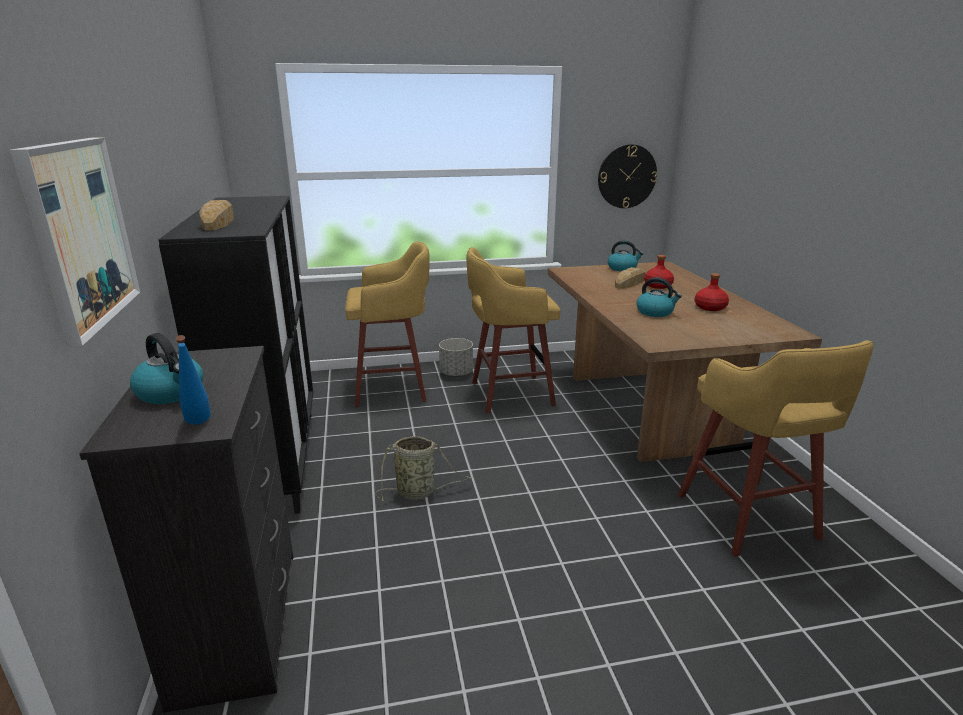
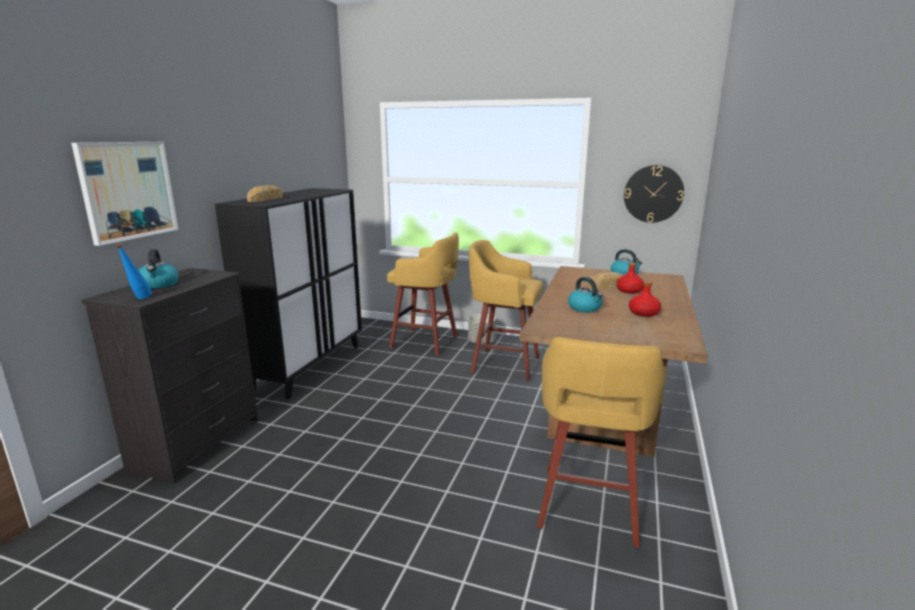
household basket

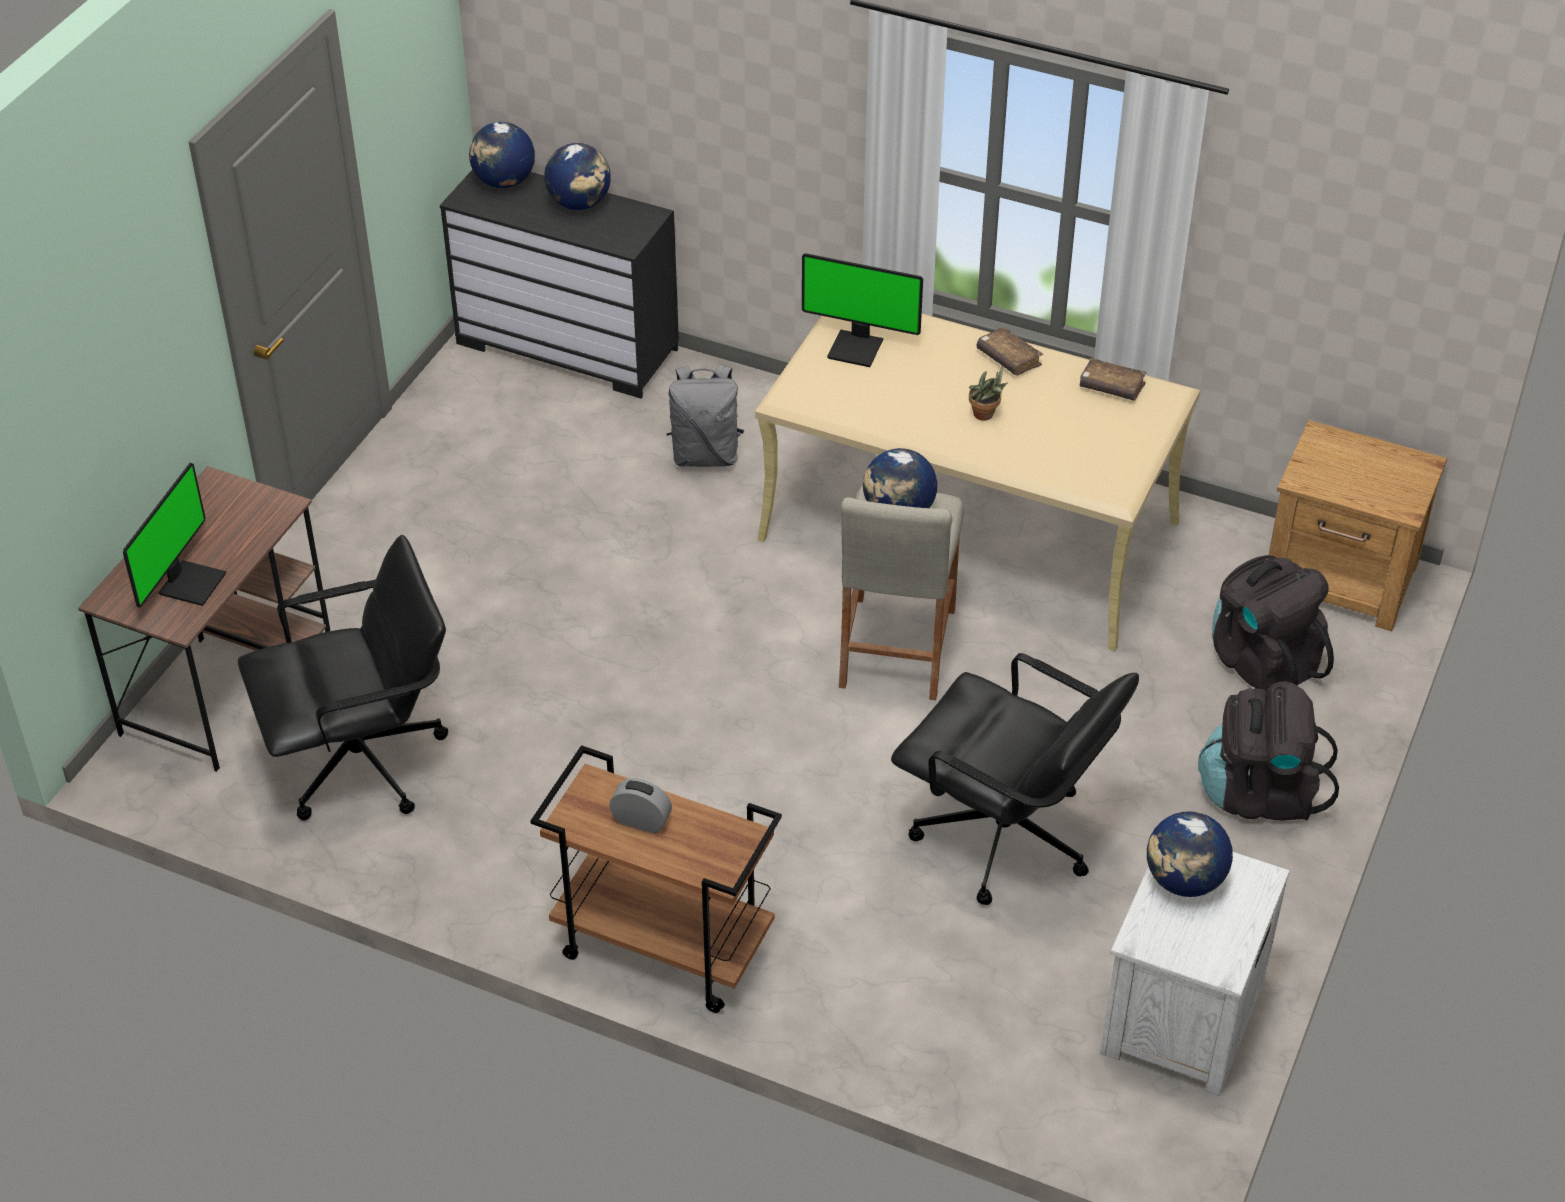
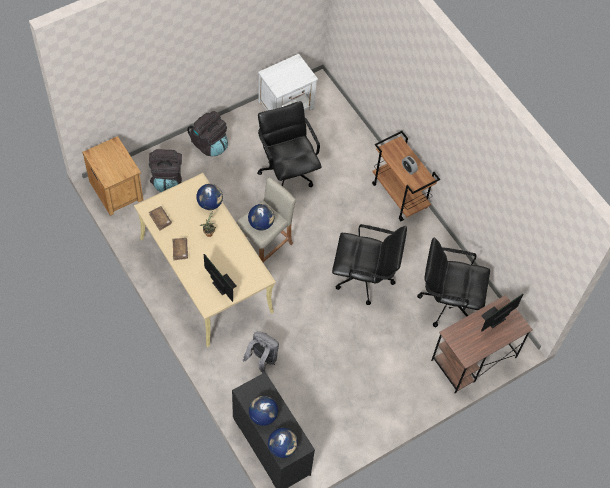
globe (no. 1 from left); office chair (black-coloured) (no. 2 from left)

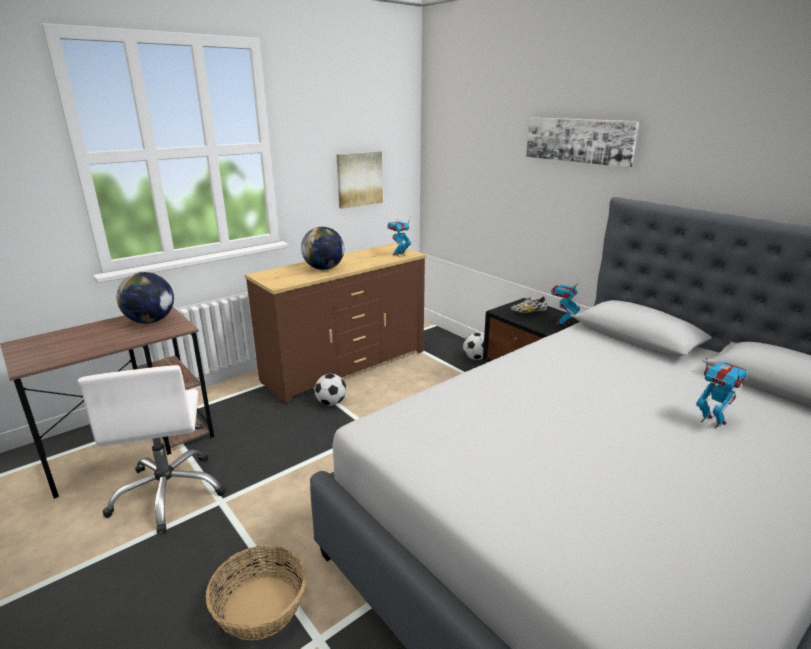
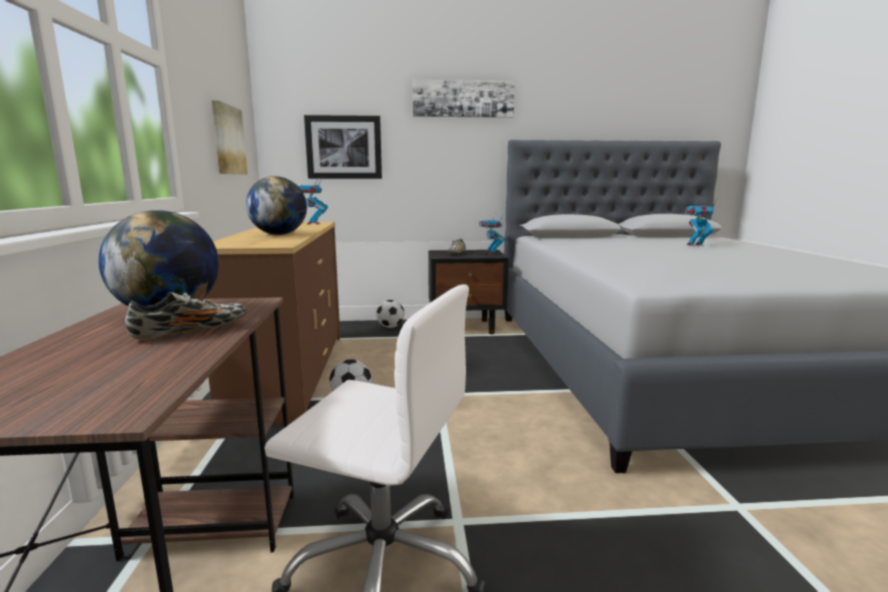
household basket; wall picture (no. 2 from left); shoe (no. 1 from left)

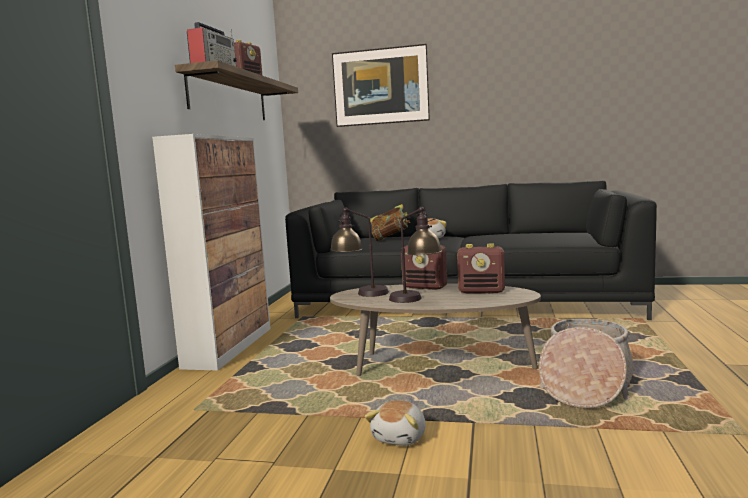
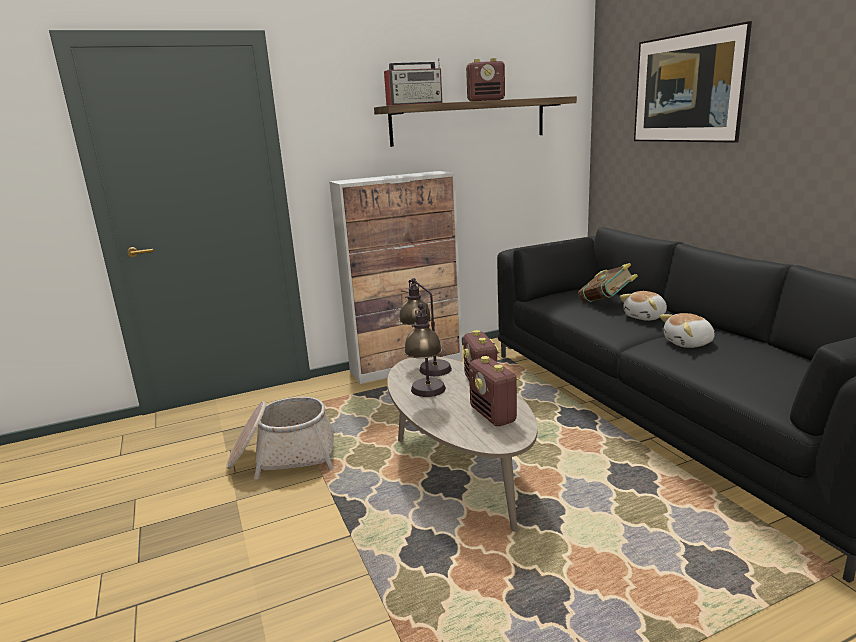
household basket; cuddly toy (no. 2 from left)

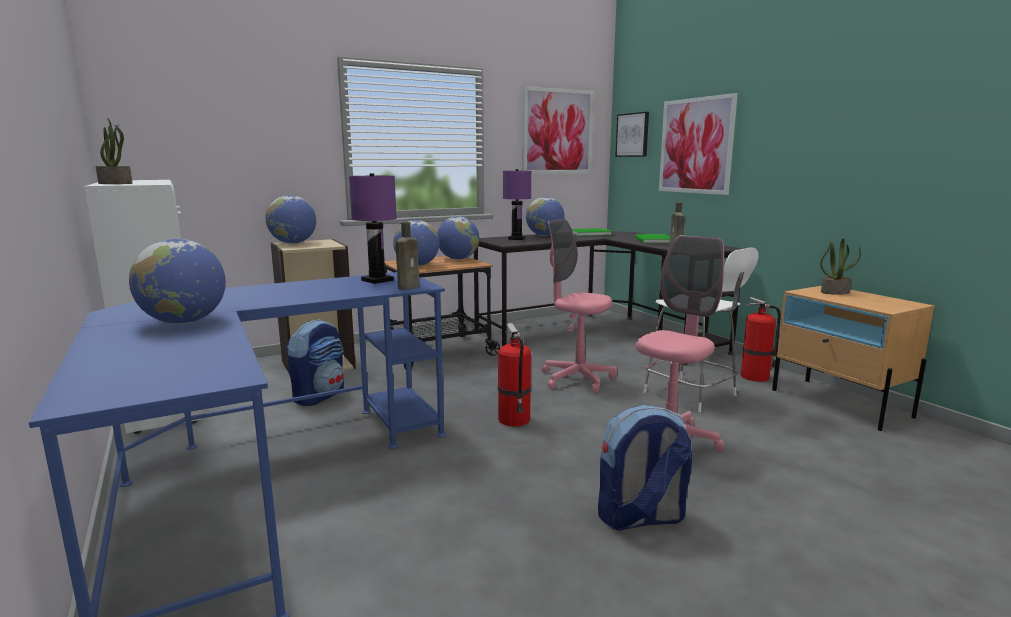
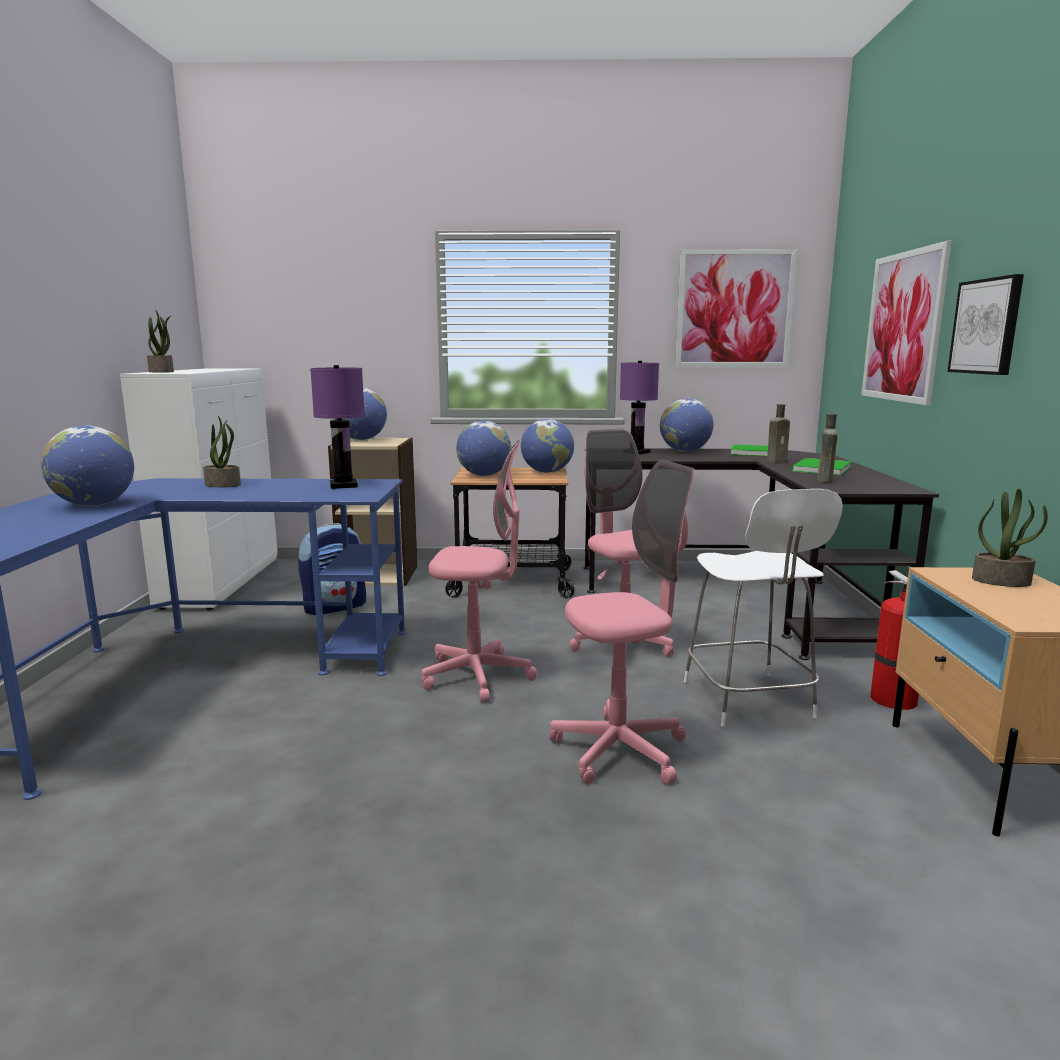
wall picture (no. 3 from left); drink bottle (brown) (no. 1 from left); office chair (pink) (no. 1 from left); backpack (no. 2 from left in the first image); plant in a pot (no. 2 from left)

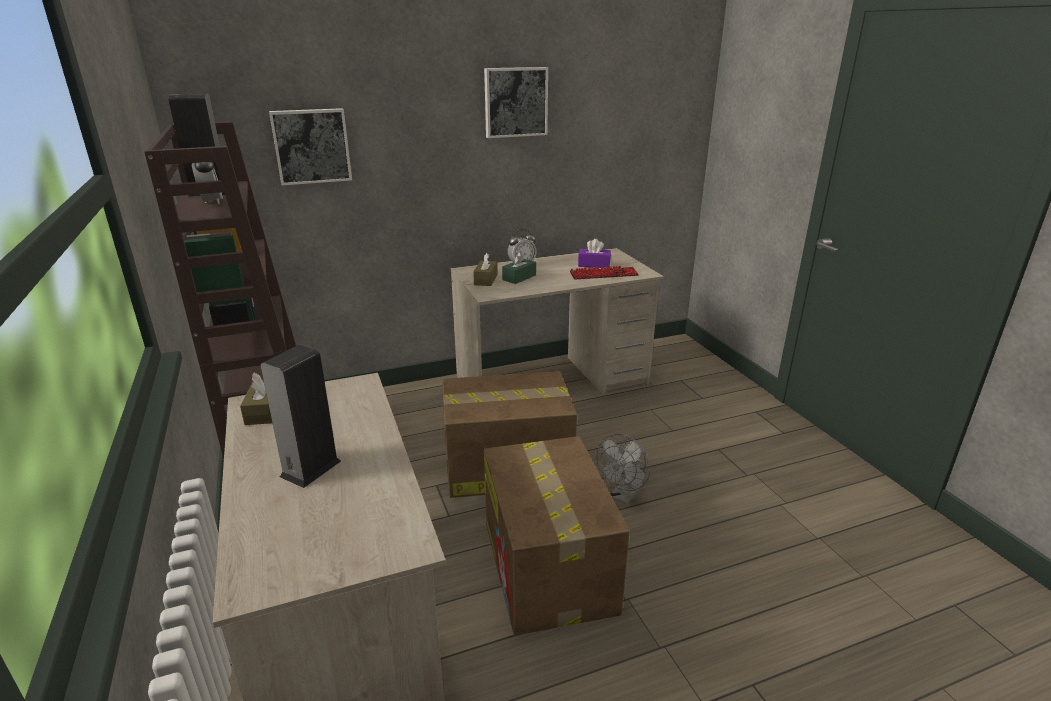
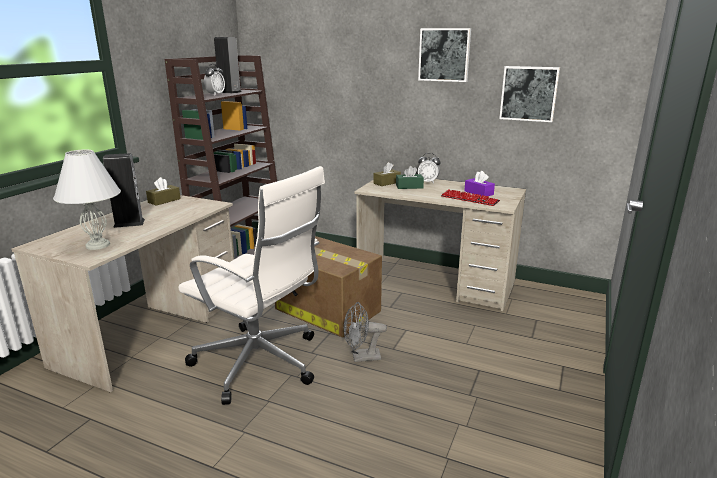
wall picture (no. 2 from left); office chair (whitish); tabletop lamp (whitish)

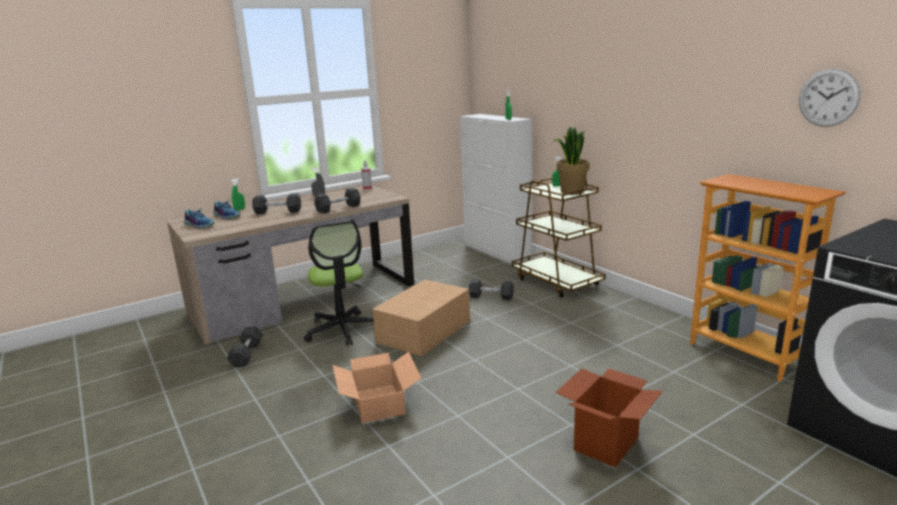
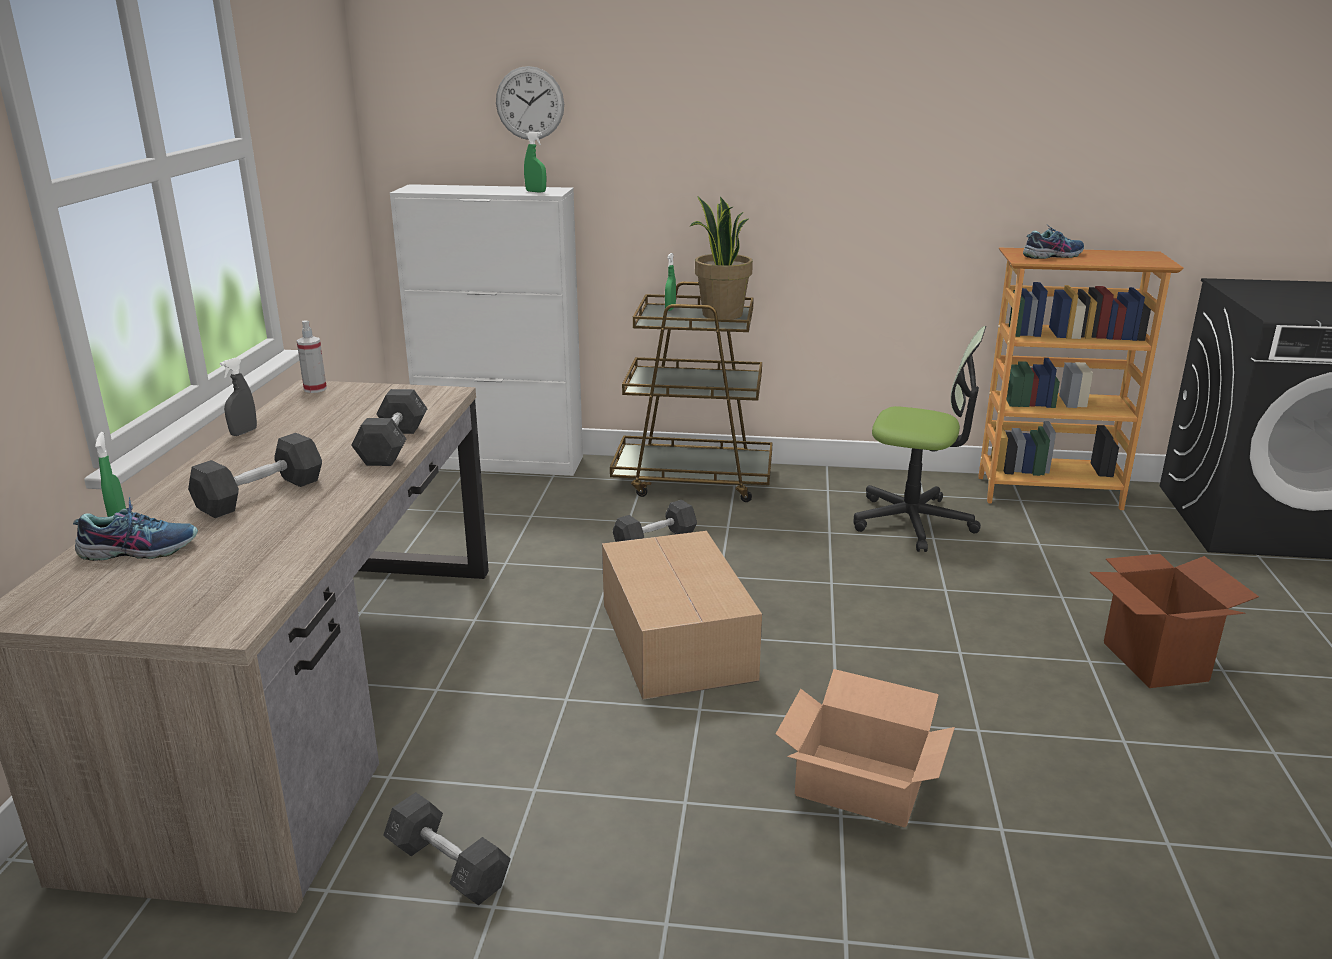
wall clock; shoe (no. 2 from left); office chair

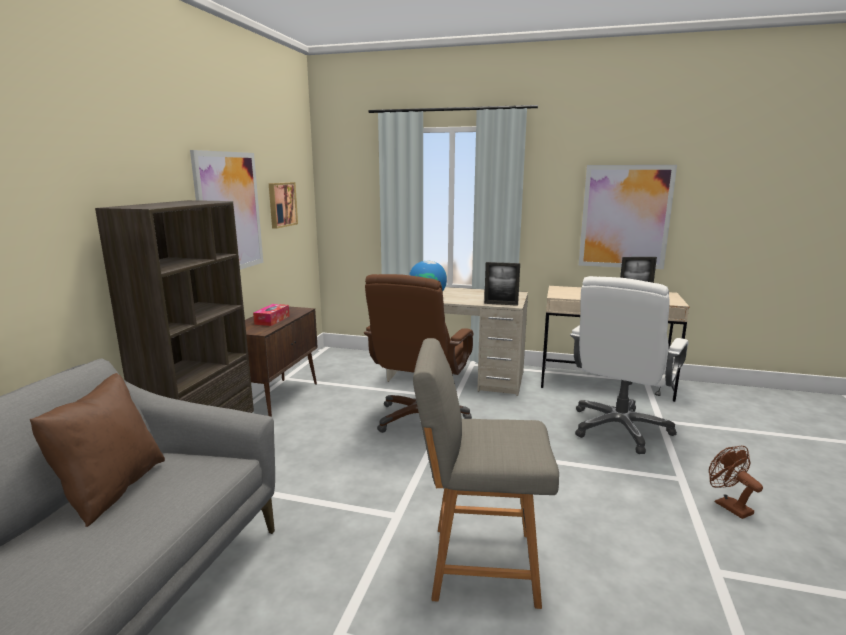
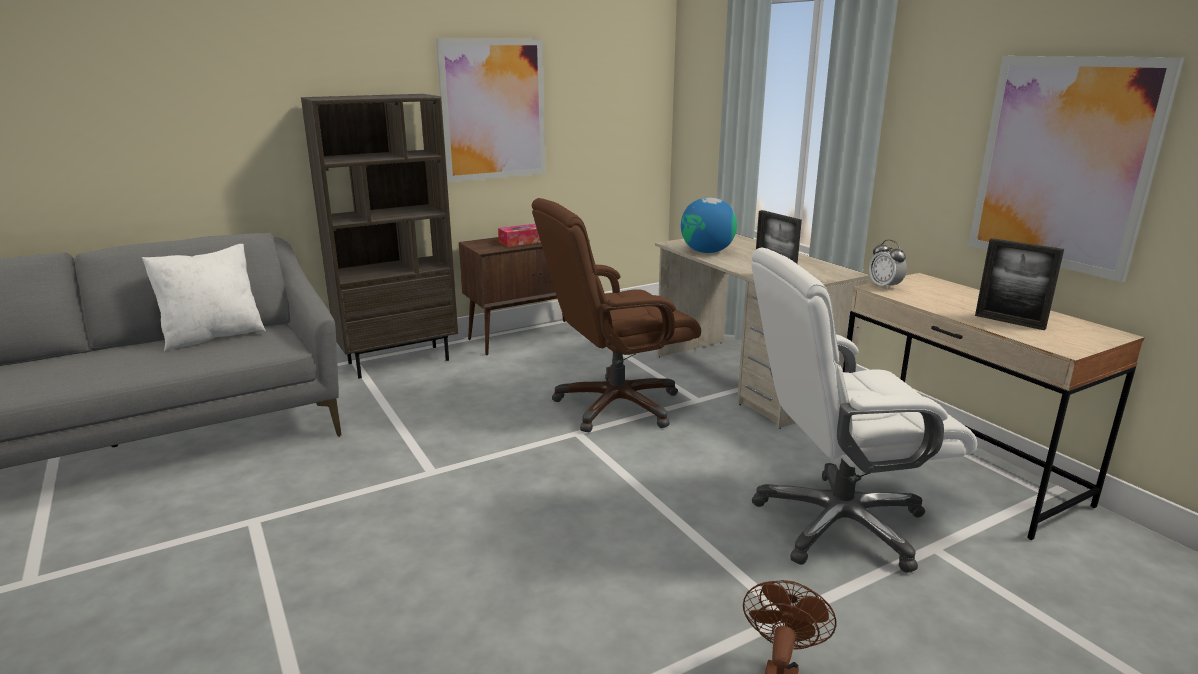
wall picture (no. 2 from left in the first image); plain chair (grey); cushion (whitish); alarm clock

